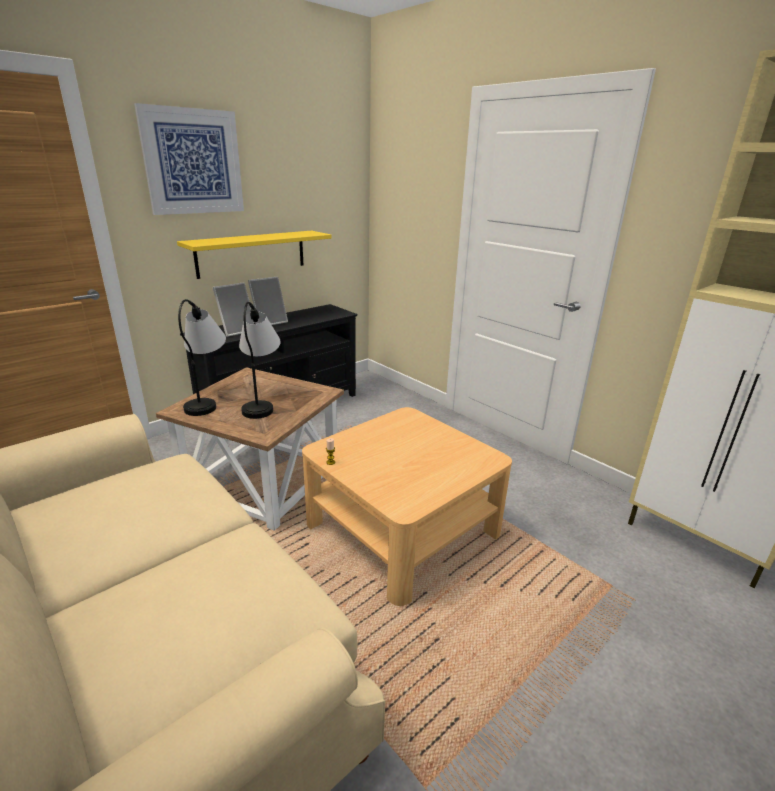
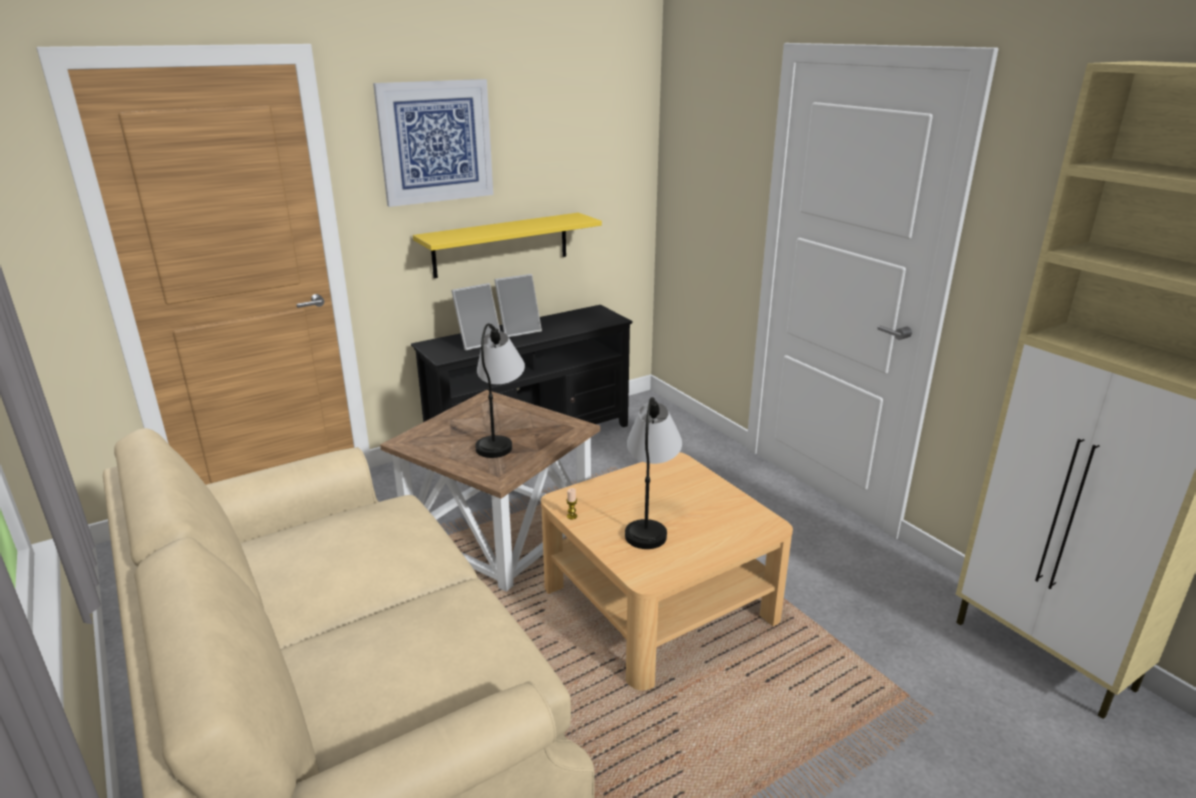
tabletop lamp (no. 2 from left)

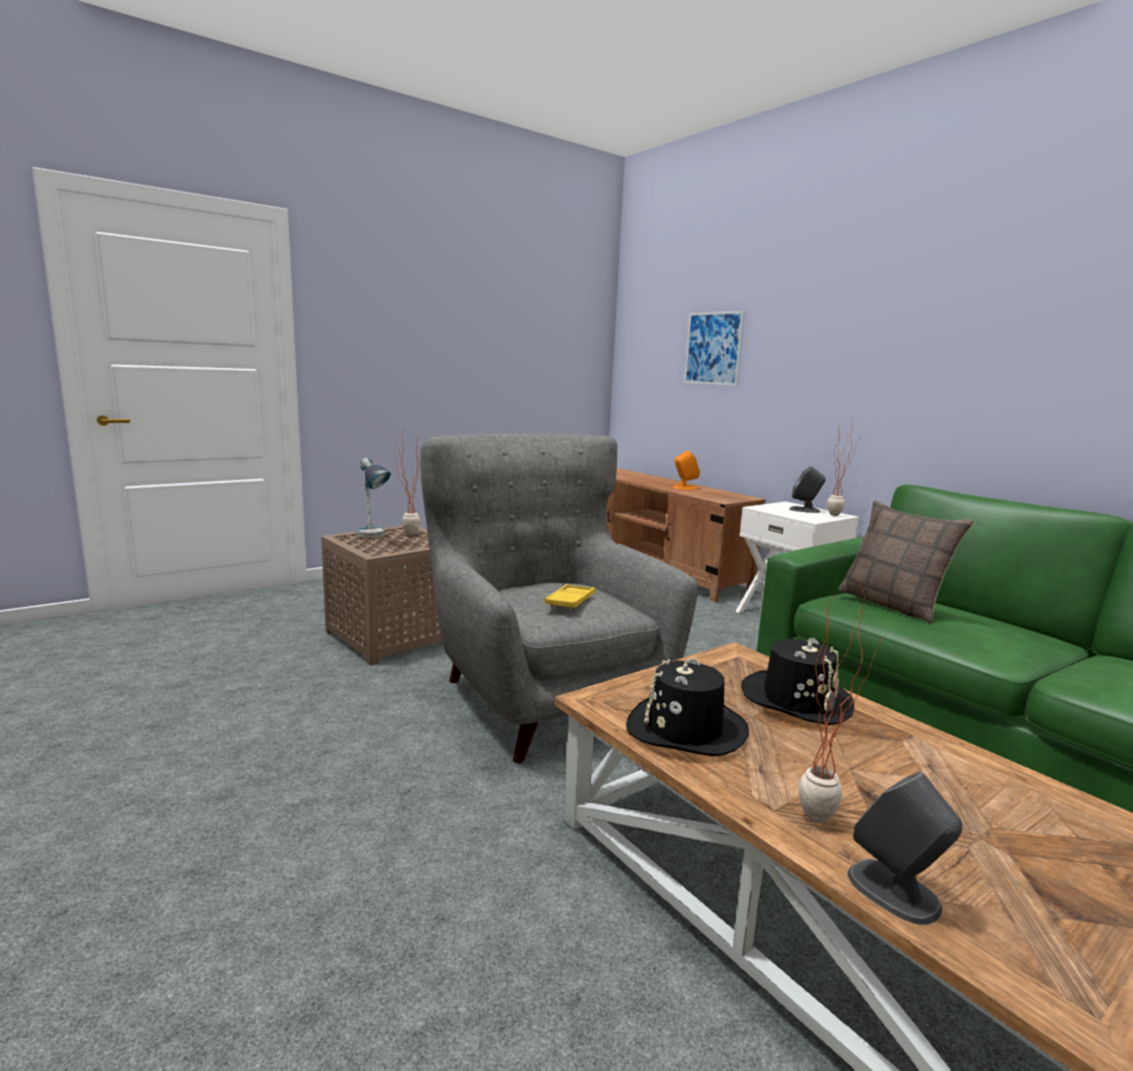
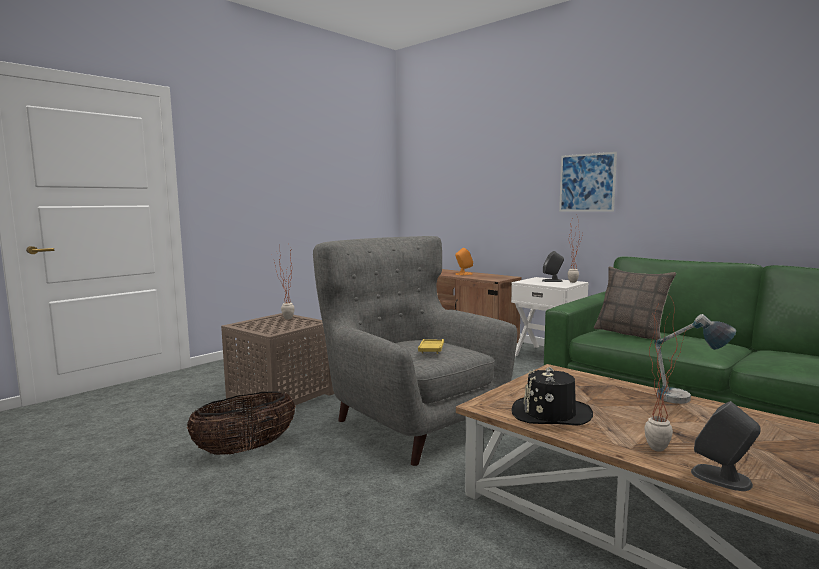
wall picture; tabletop lamp; wearable hat (black-coloured) (no. 2 from left in the first image); household basket

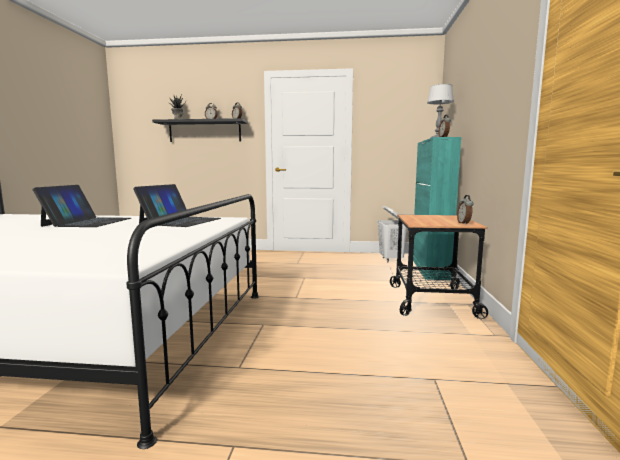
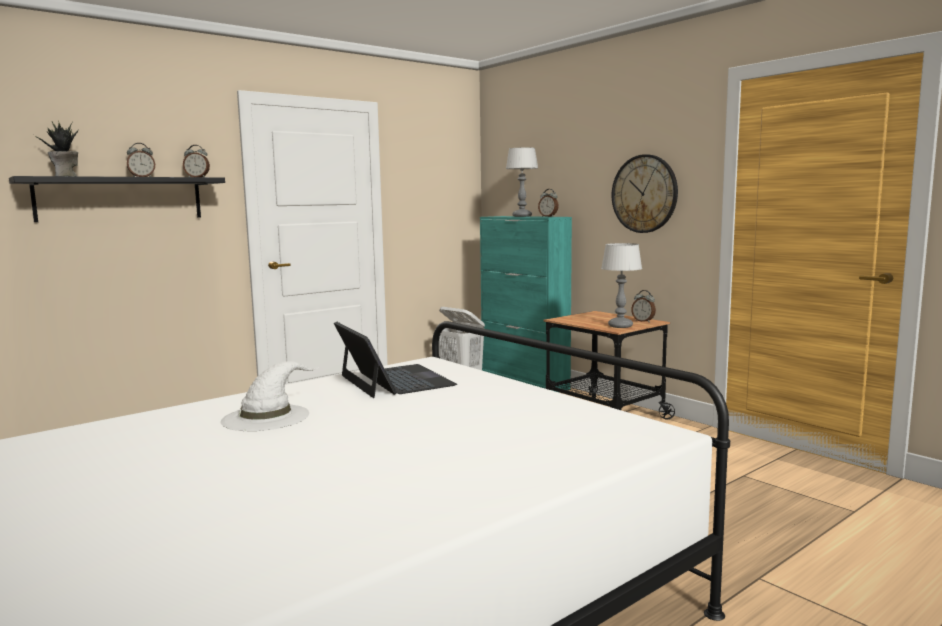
wearable hat (whitish); wall clock; tabletop lamp (no. 2 from left)

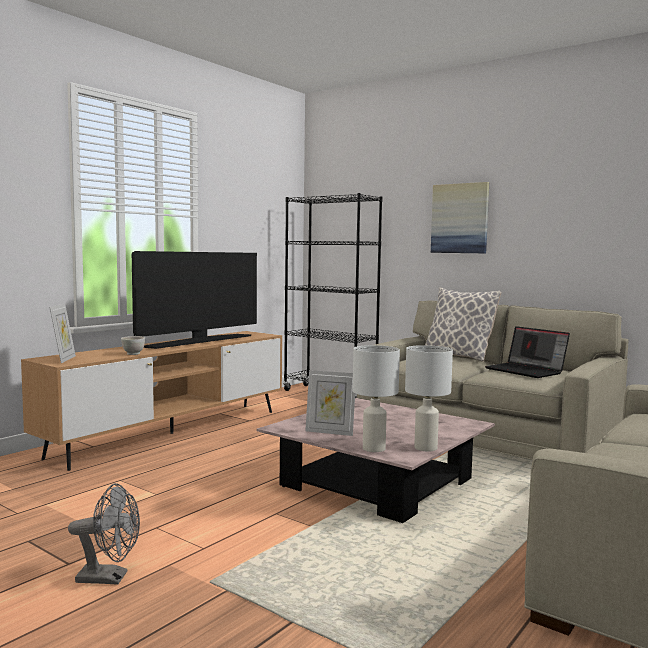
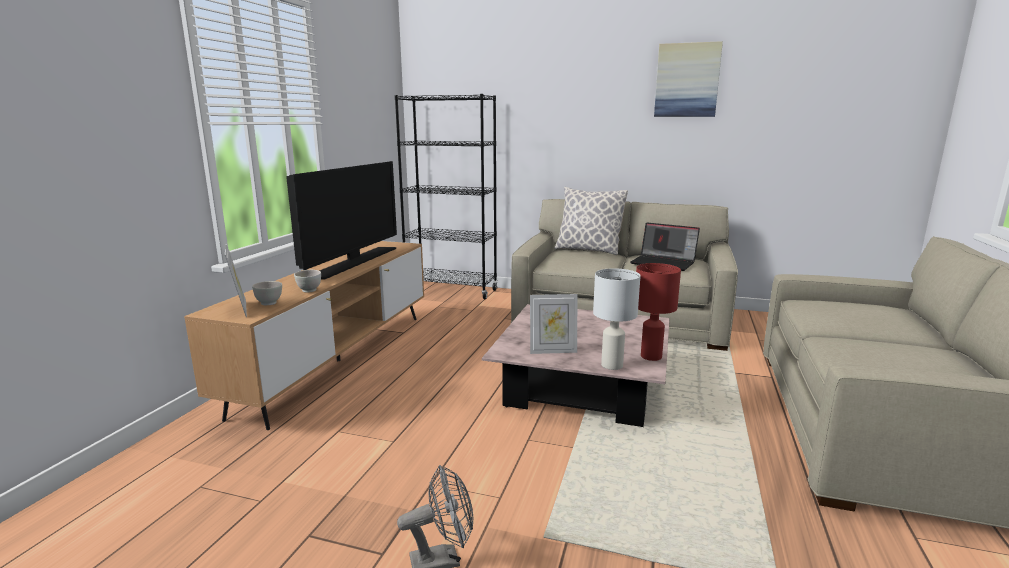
wall picture; tabletop lamp (red-coloured); bowl (whitish) (no. 1 from left)

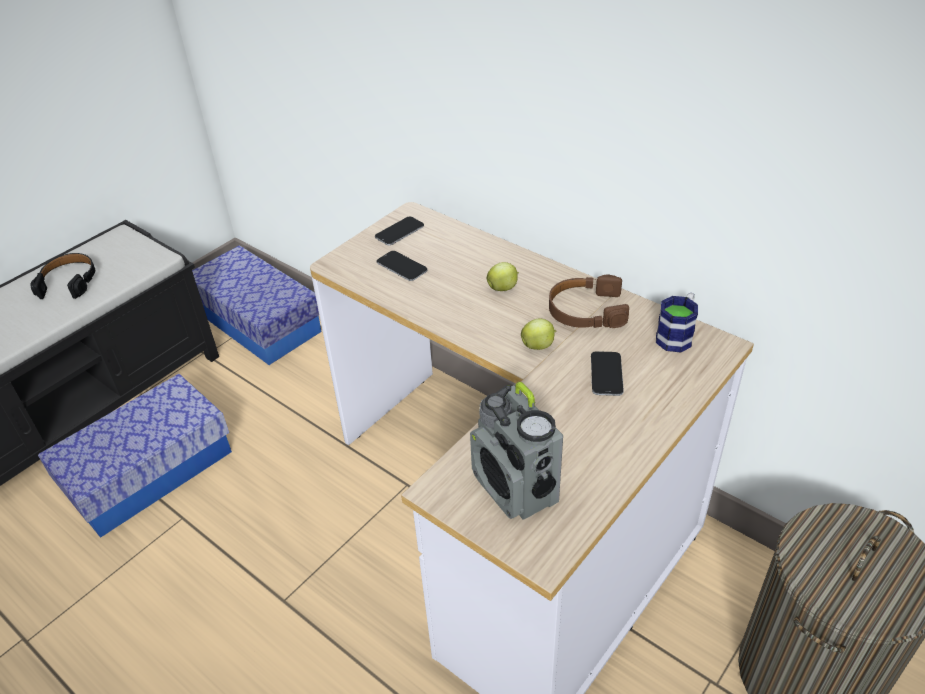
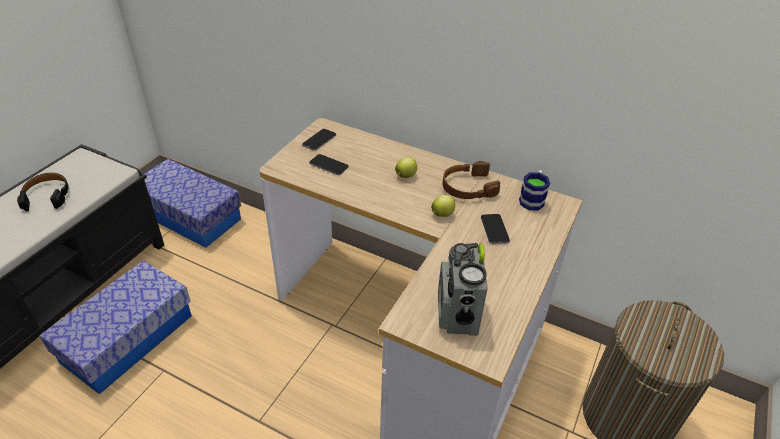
radio

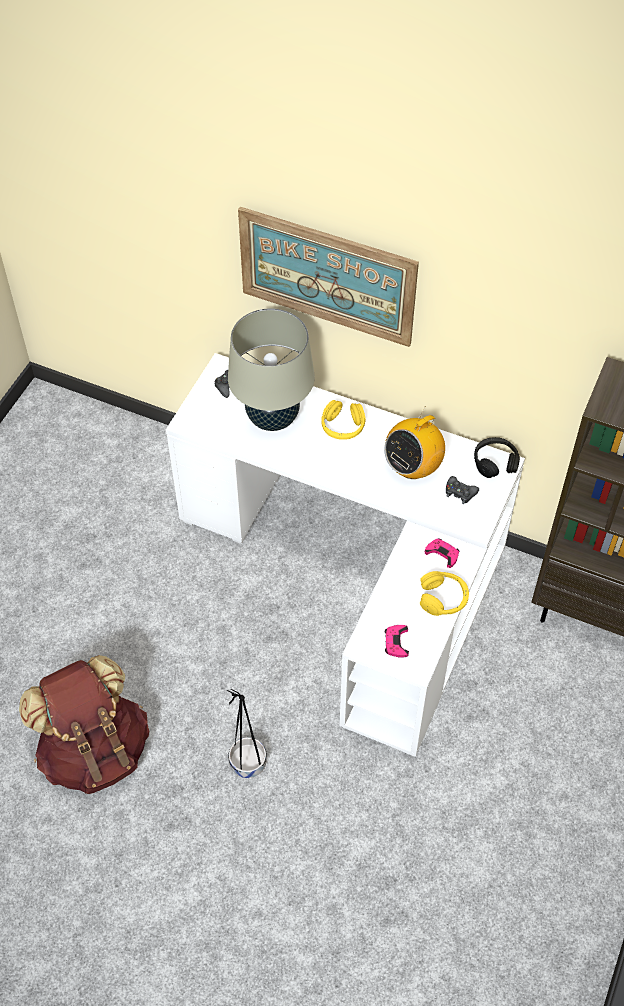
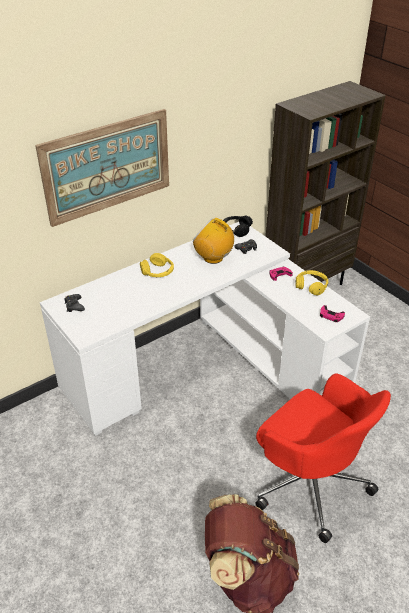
tabletop lamp (beige-coloured); radio; office chair (red-coloured)

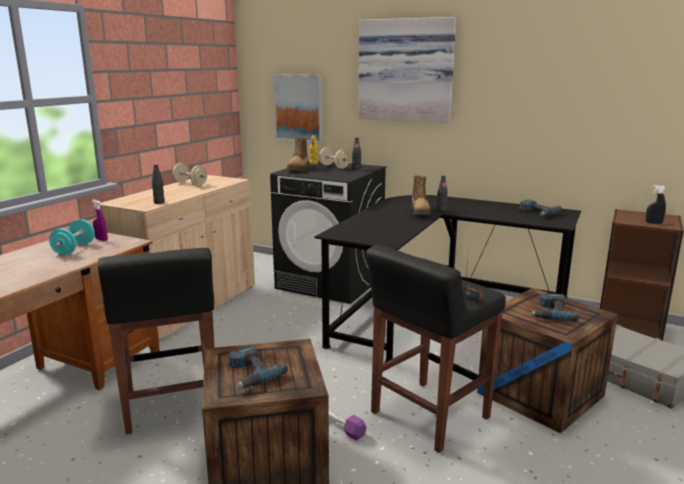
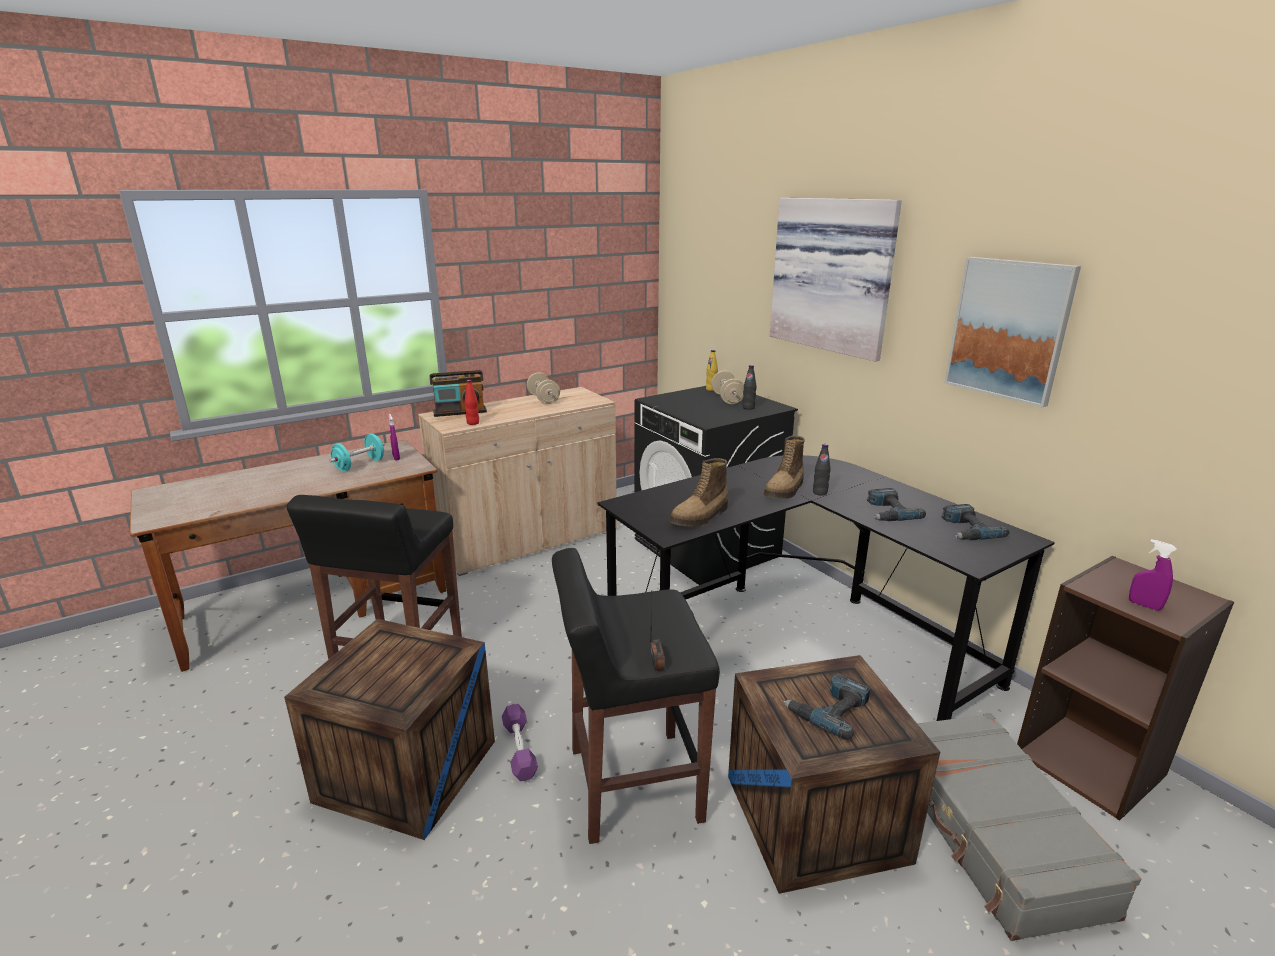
wall picture (no. 2 from left); high-top boot (no. 1 from left); drink bottle (red-coloured); hand sprayer (purple-coloured) (no. 2 from left); drill (no. 2 from left); radio (no. 1 from left)

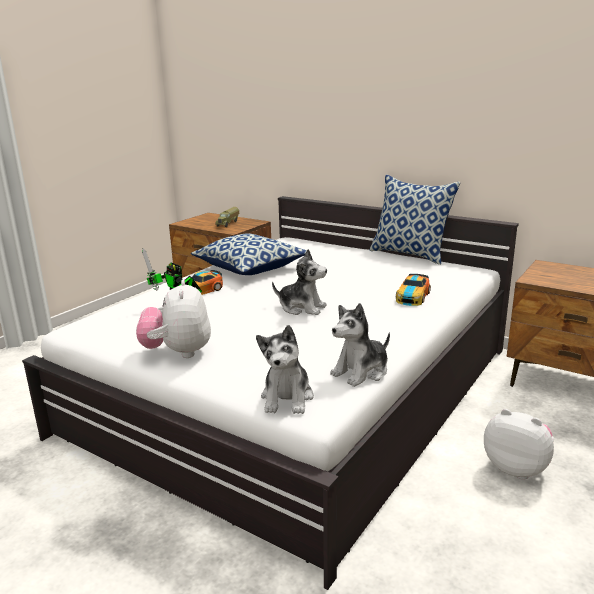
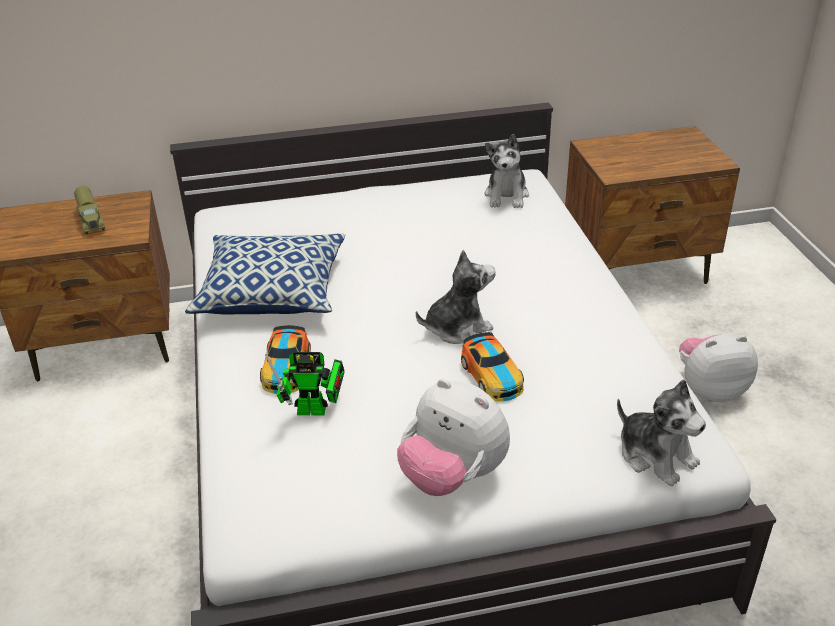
cushion (no. 2 from left in the first image); toy car (no. 2 from left); cuddly toy (no. 3 from left)

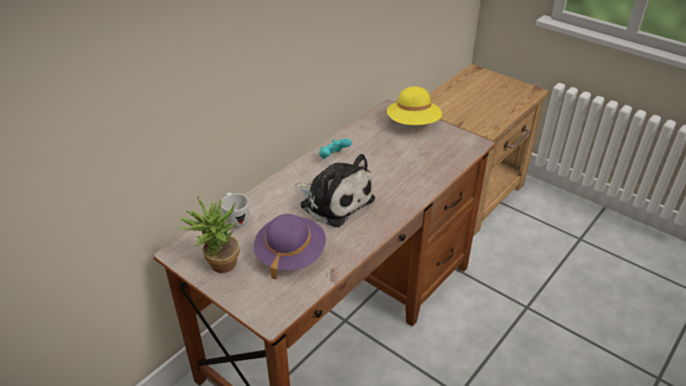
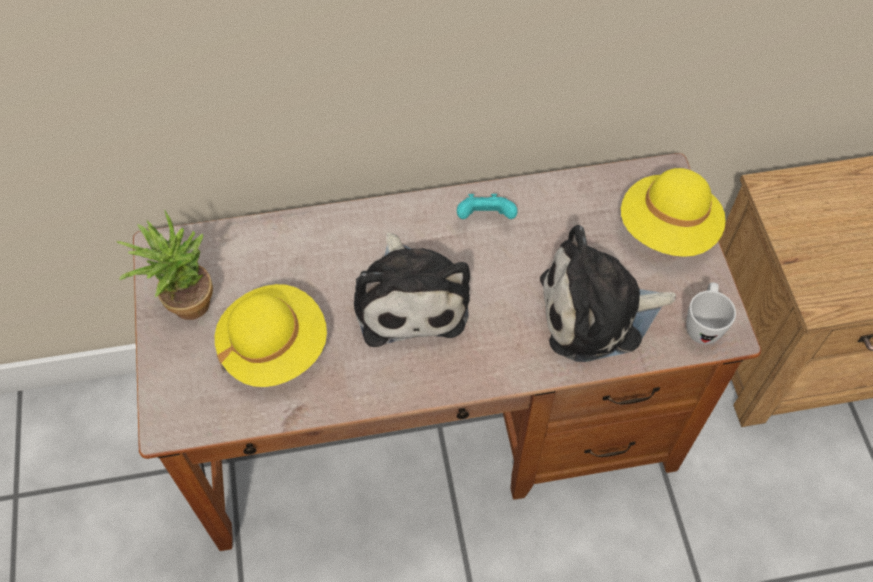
mug (whitish); wearable hat (yellowish) (no. 1 from left); cuddly toy (no. 2 from left)

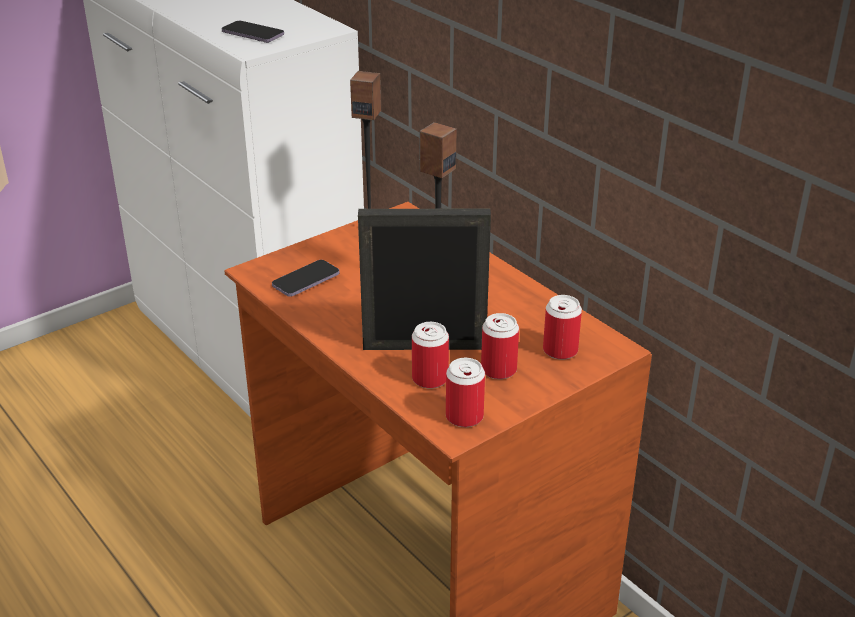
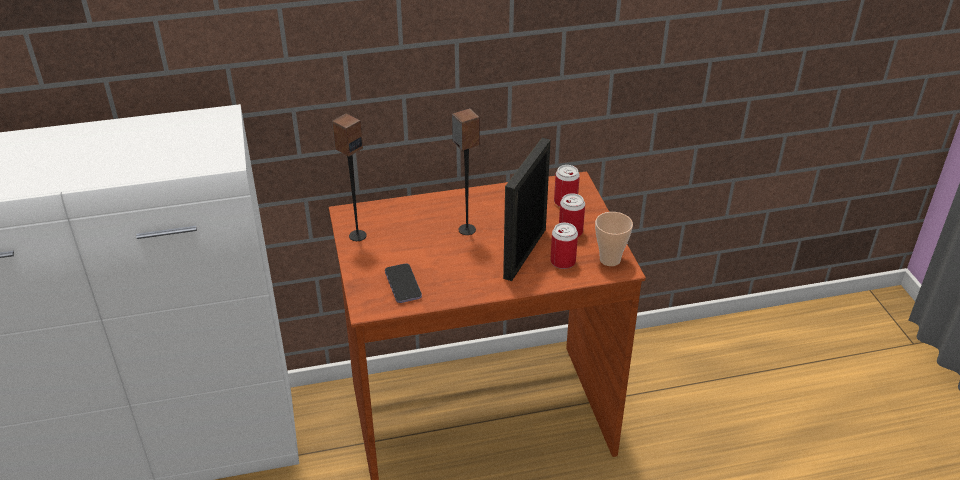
phone (no. 1 from left in the first image); cup

